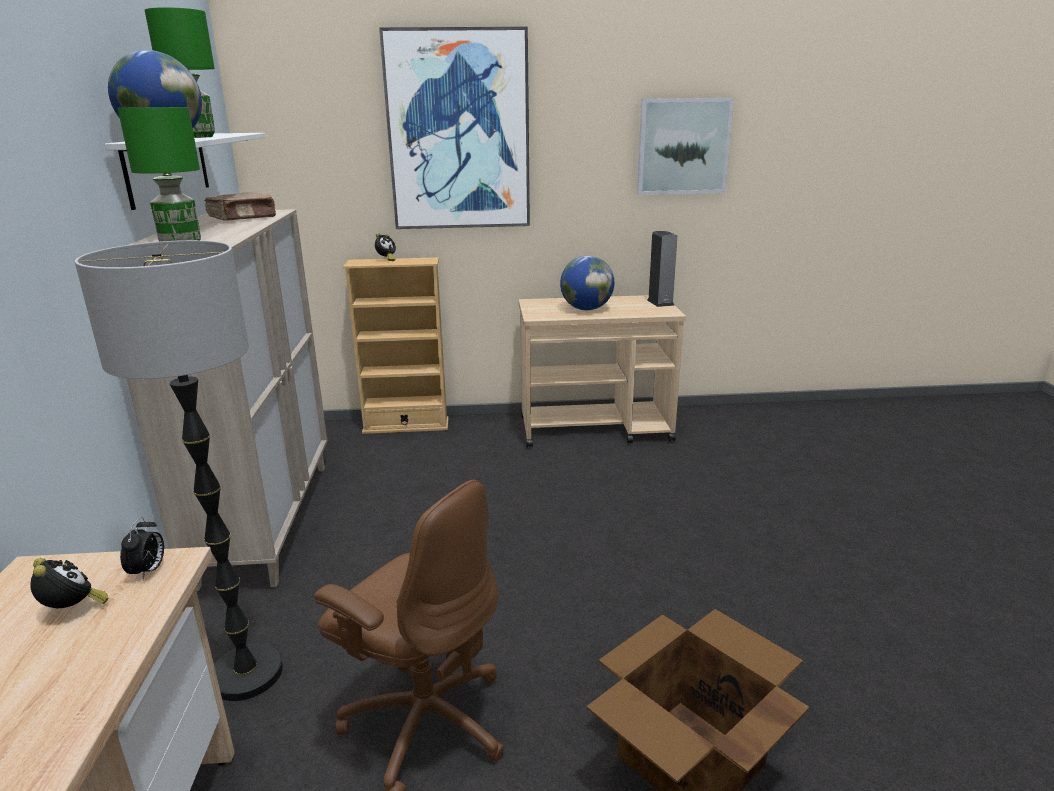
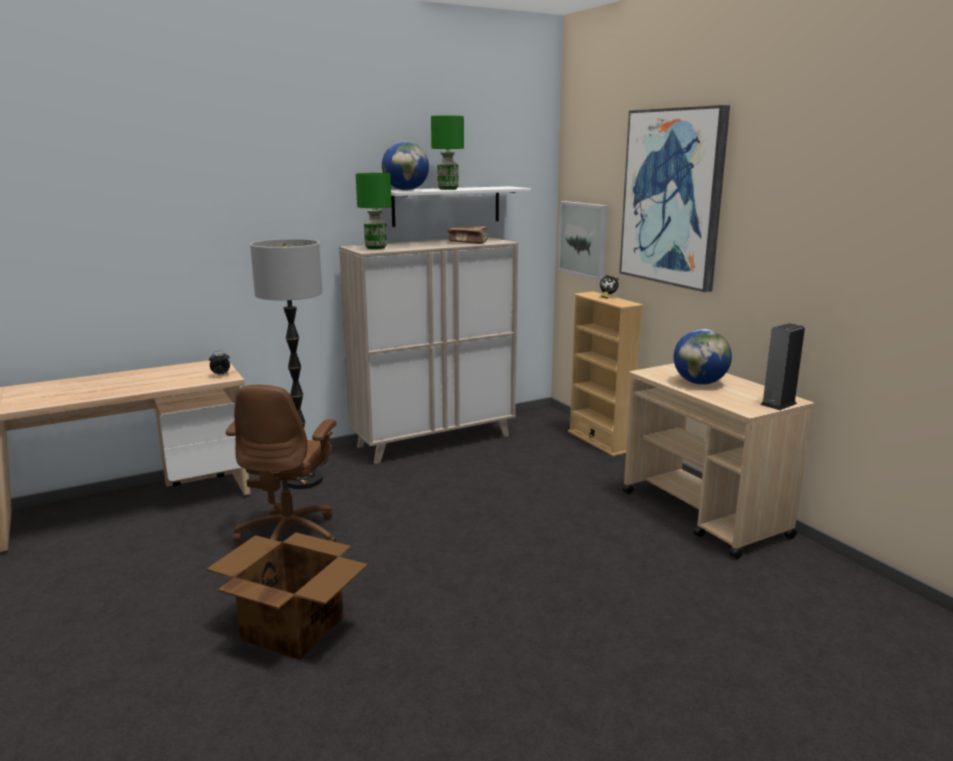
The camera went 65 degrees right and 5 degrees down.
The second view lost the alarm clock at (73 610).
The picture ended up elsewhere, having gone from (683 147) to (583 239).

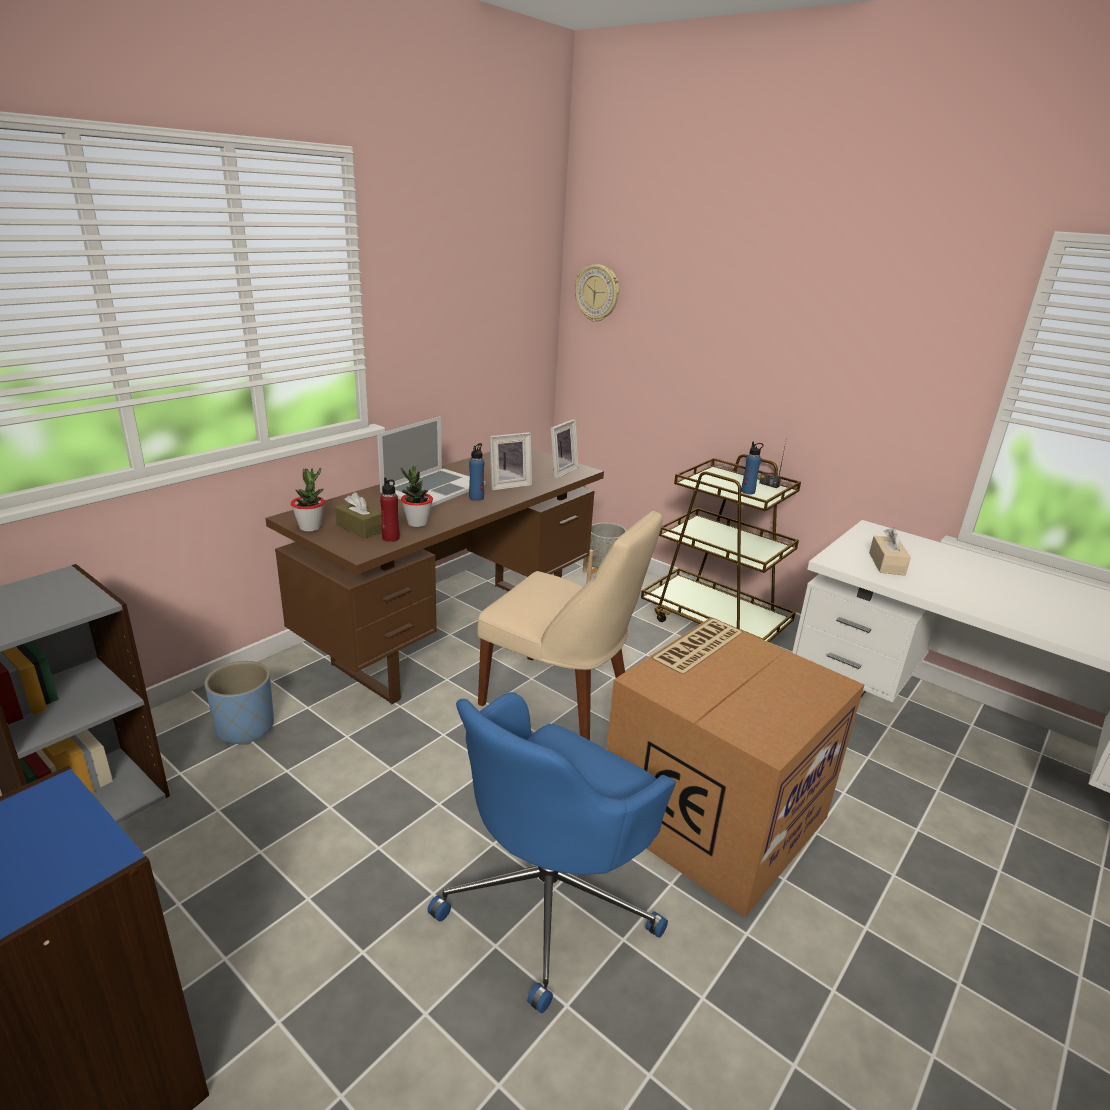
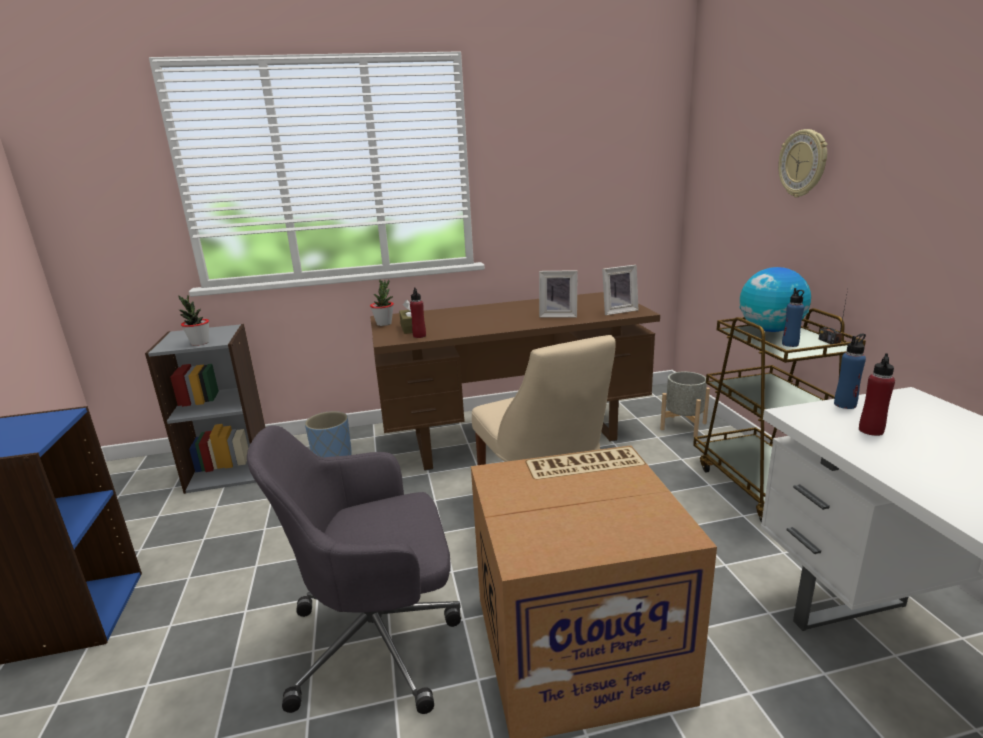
The camera went 40 degrees right and 5 degrees down.
The second view lost the laptop at (433 488).
The potted plant ended up elsewhere, having gone from (417 523) to (199 343).
What was the office chair (blue) at (550 899) turned into the office chair (grey) at (379 640).
The bottle (blue) ended up elsewhere, having gone from (476 498) to (845 404).
The wall clock ended up elsewhere, having gone from (597 293) to (803 163).
Where the tissue box (beige) stood at (886 564), the bottle (red) came to stand at (871 430).
The second view gained the globe at (770 330).

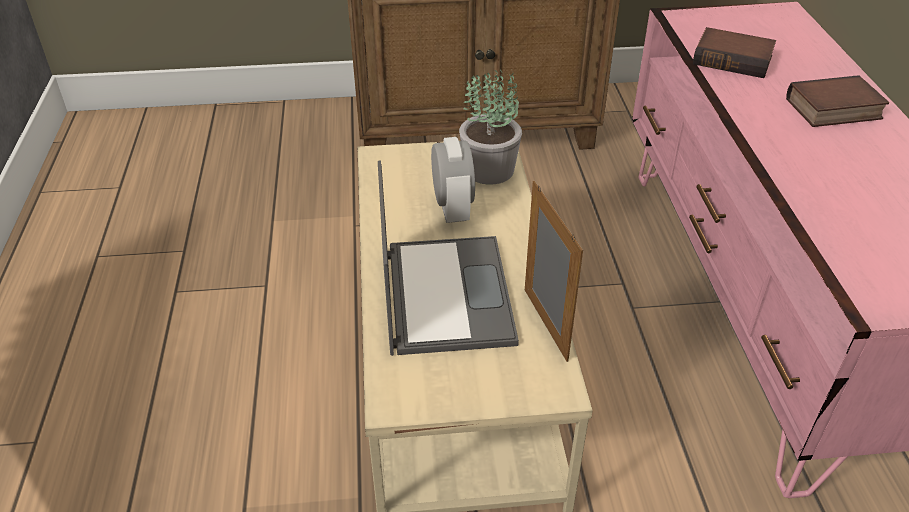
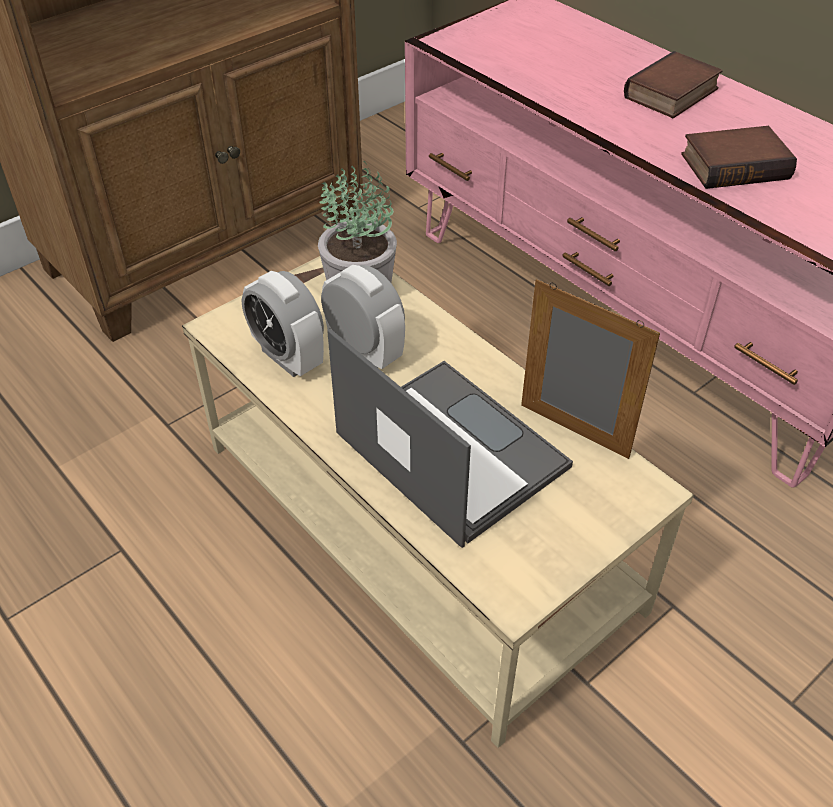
The camera went 35 degrees left and 5 degrees up.
The book ended up elsewhere, having gone from (734 59) to (735 165).
The second view gained the alarm clock at (288 357).

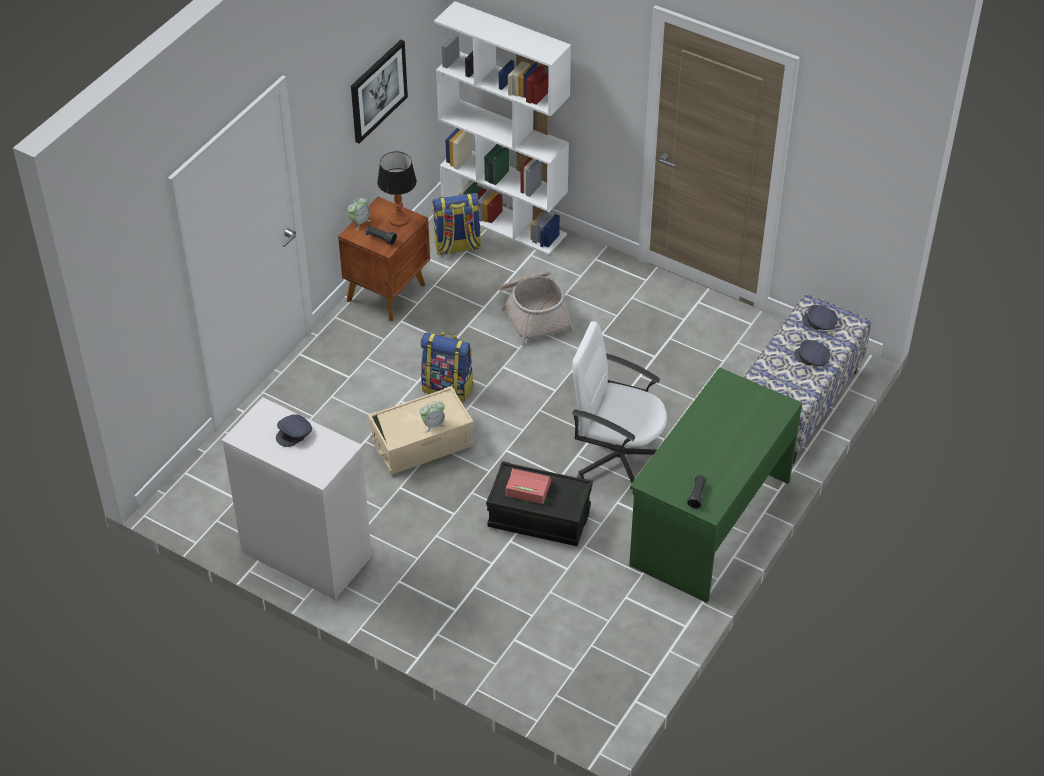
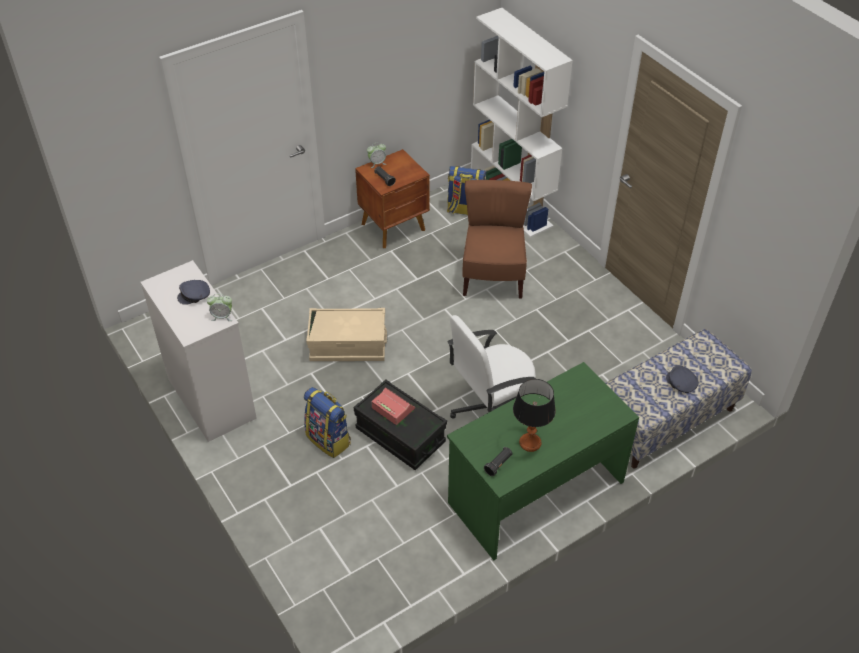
The camera went 25 degrees right and 0 degrees up.
The second view lost the picture at (378 90).
The table lamp ended up elsewhere, having gone from (399 219) to (529 443).
The alarm clock ended up elsewhere, having gone from (433 424) to (222 316).
The backpack ended up elsewhere, having gone from (448 387) to (329 439).
Where the basket stood at (534 313), the chair (brown) came to stand at (493 277).
The office chair (white) at (617 457) ended up facing another way, 75 degrees counterclockwise from before.
The second view lost the cap (grey) at (819 322).

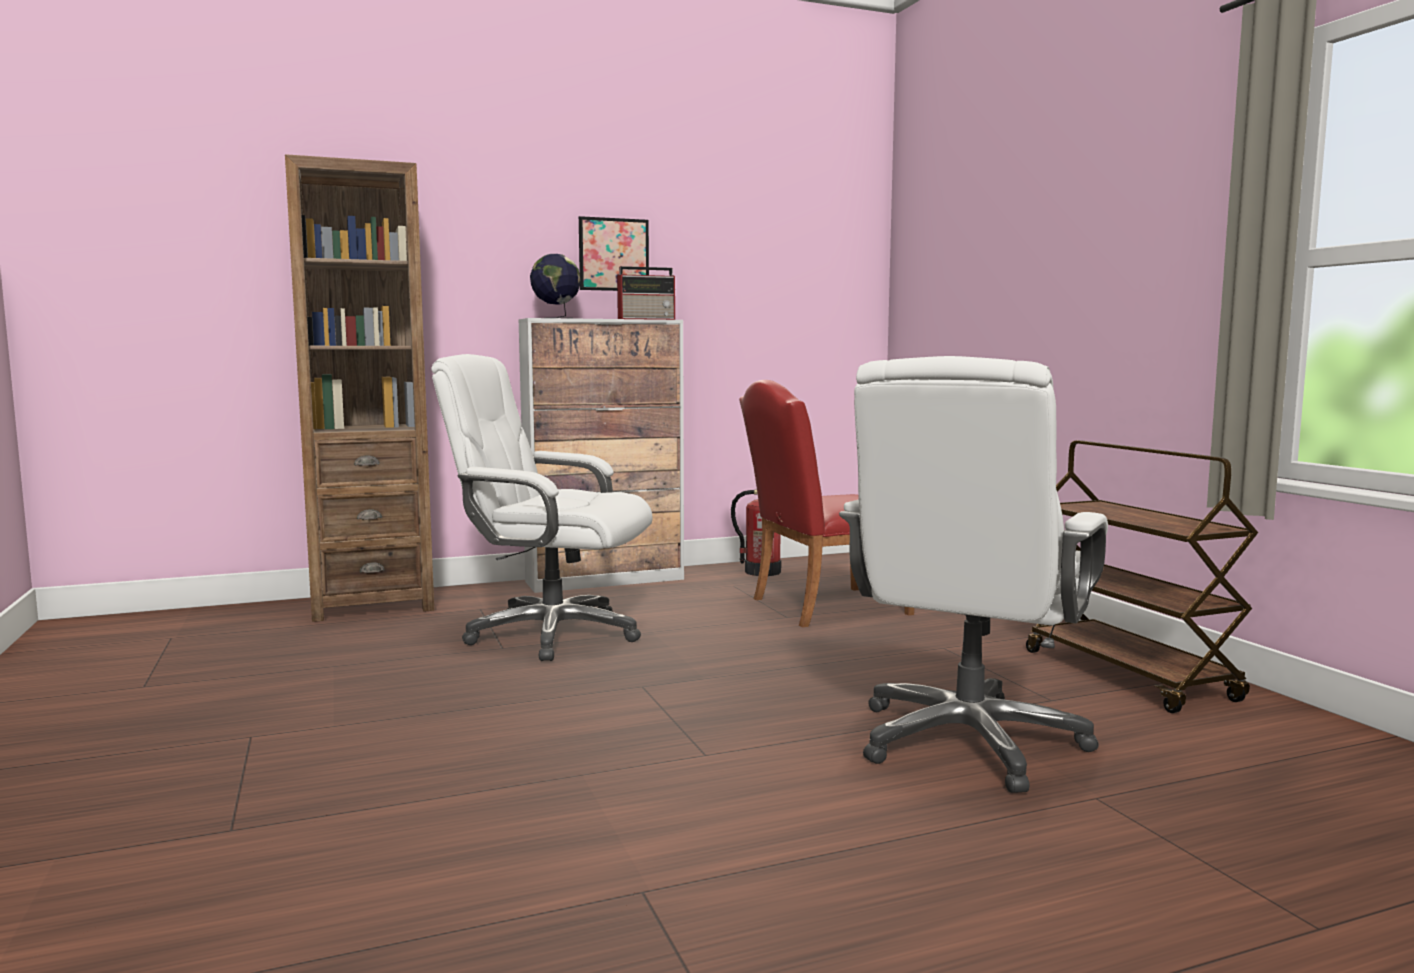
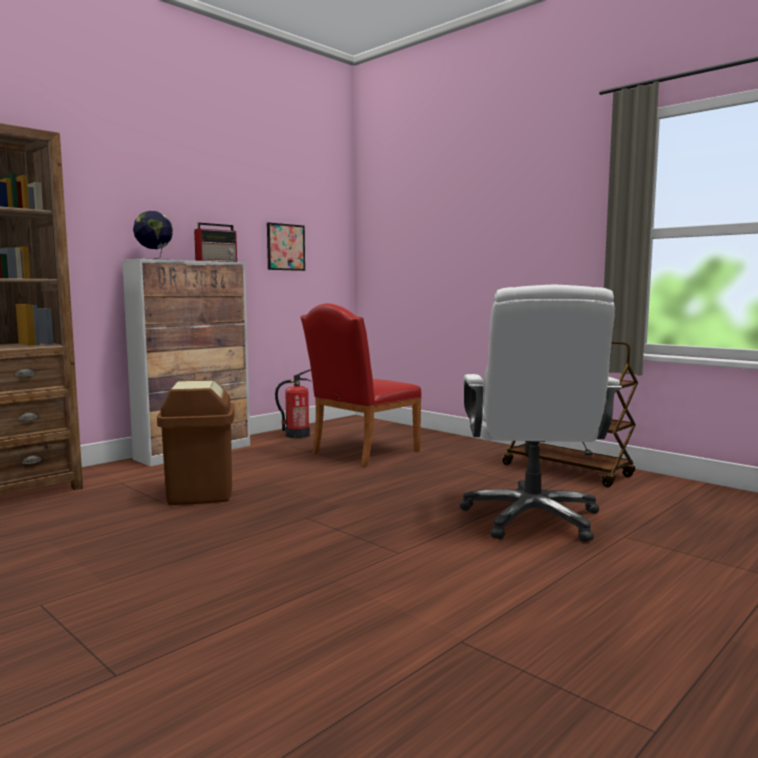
The camera went 25 degrees left and 0 degrees up.
Where the office chair (white) stood at (551 634), the trash can (brown) came to stand at (199 493).
The picture ended up elsewhere, having gone from (613 254) to (285 247).

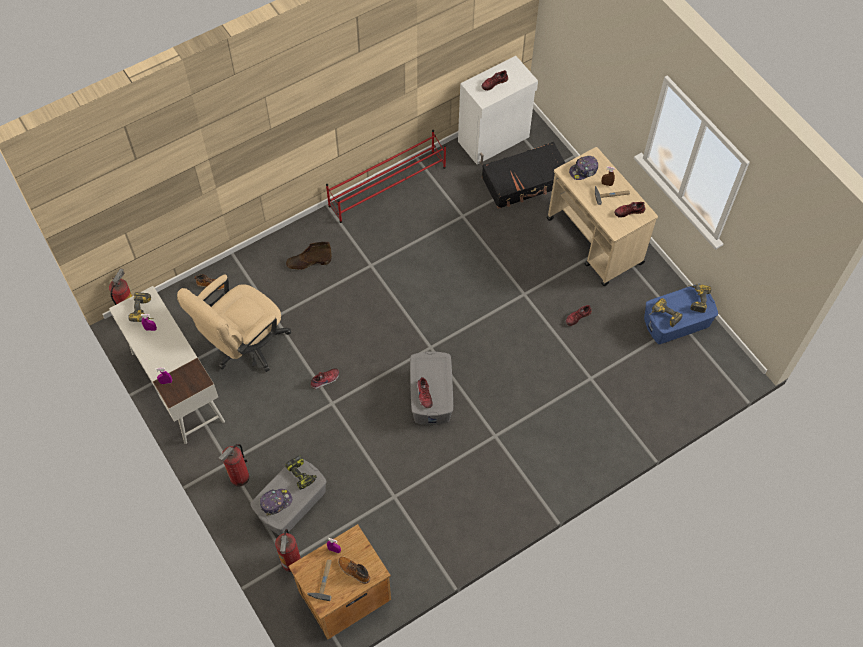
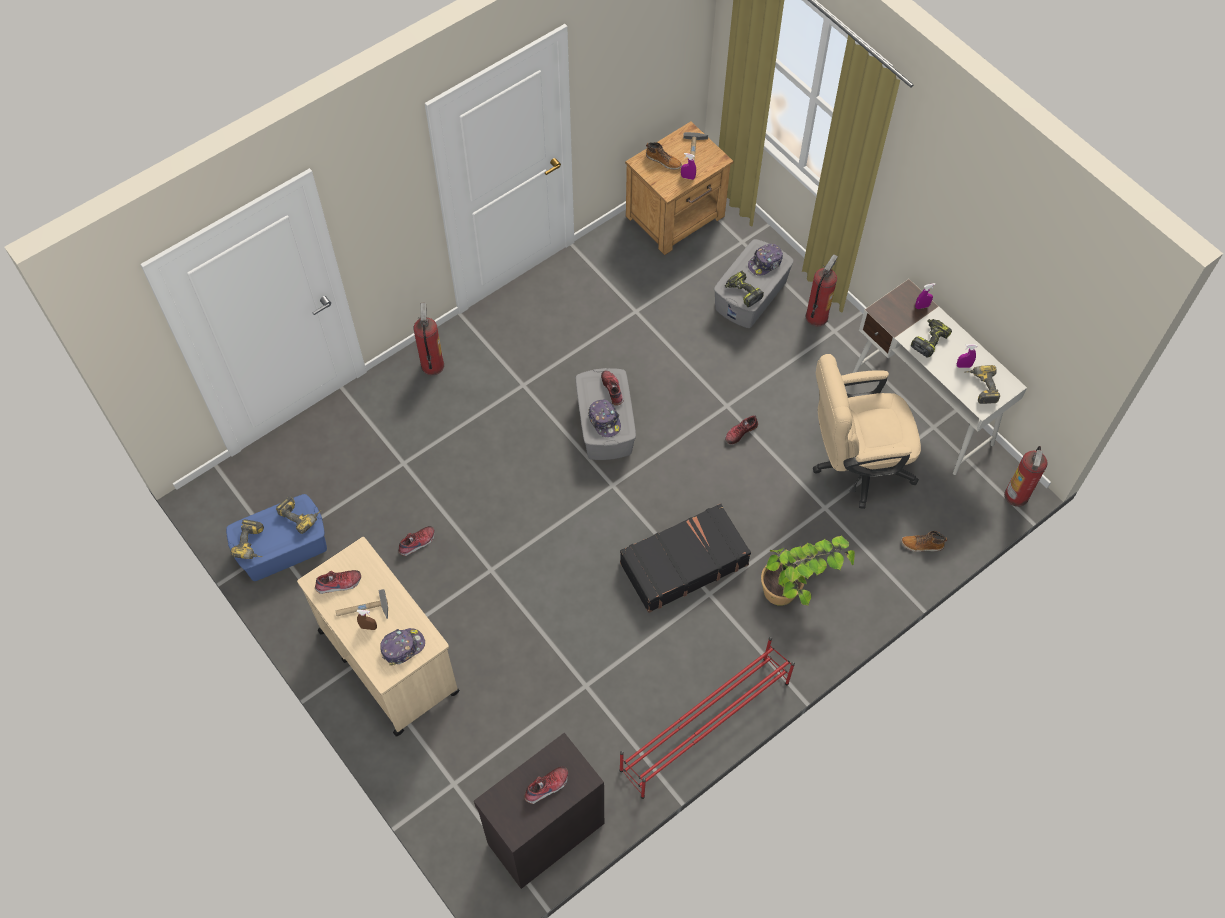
The camera went 175 degrees right and 0 degrees up.
The office chair (beige) at (243 347) ended up facing another way, 135 degrees counterclockwise from before.
The fire extinguisher ended up elsewhere, having gone from (291 562) to (432 365).
Where the boot (brown) stood at (308 262), the potted plant came to stand at (797 590).
What was the cabinet (white) at (494 140) turned into the cabinet (black) at (544 832).
The suitcase (black) ended up elsewhere, having gone from (525 181) to (683 563).
The second view gained the cap at (604 420).
The second view gained the power drill at (929 340).

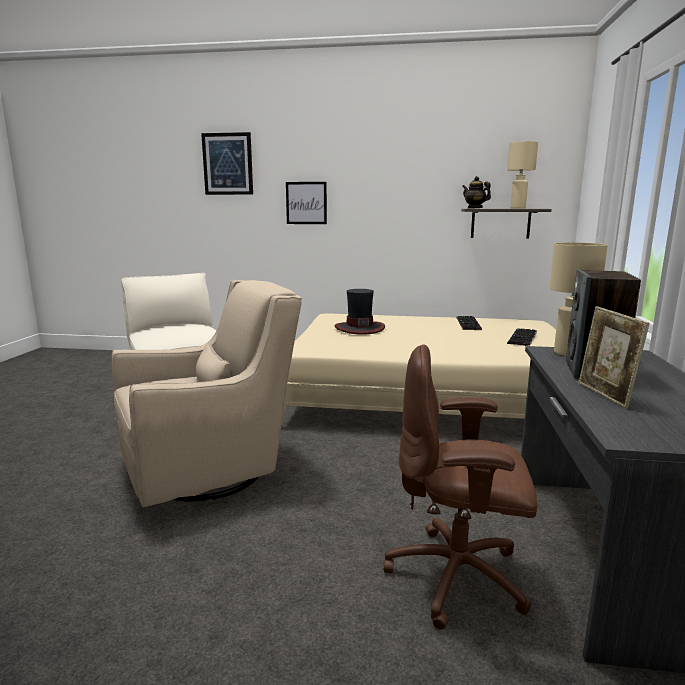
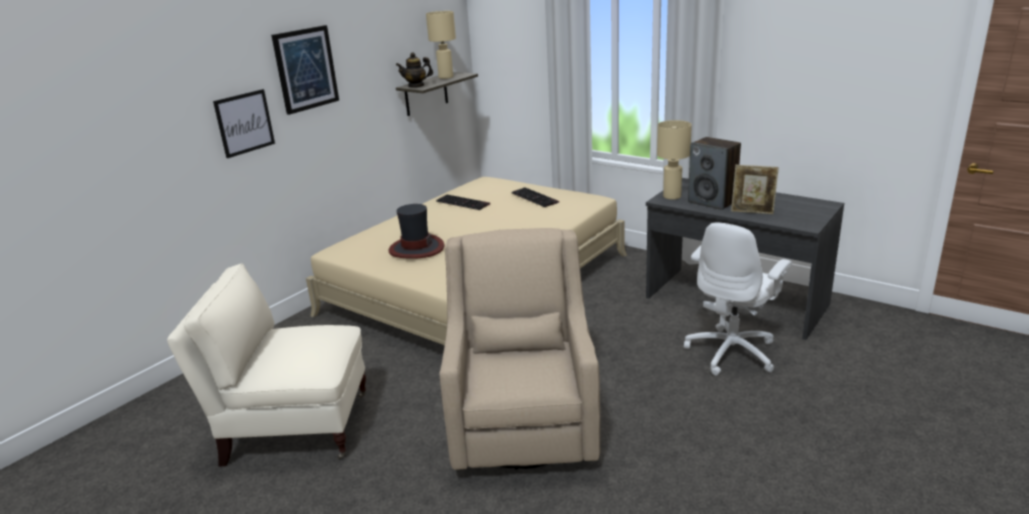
The camera went 60 degrees left and 10 degrees up.
The picture ended up elsewhere, having gone from (228 164) to (305 69).
What was the office chair (brown) at (458 577) turned into the office chair (white) at (732 352).

